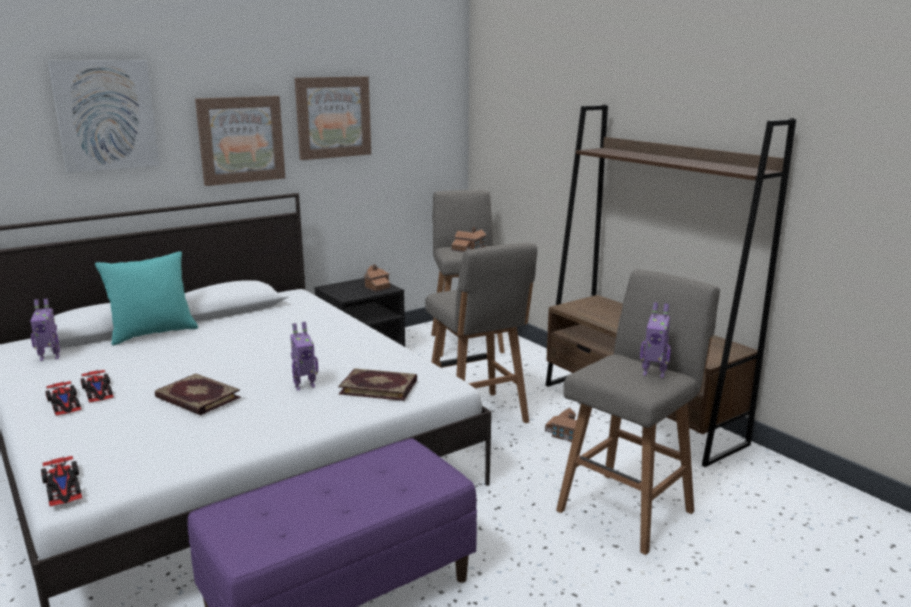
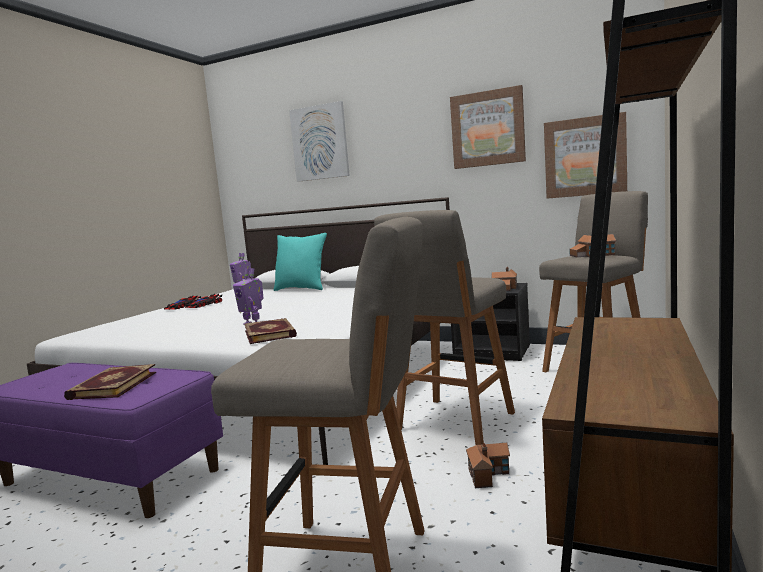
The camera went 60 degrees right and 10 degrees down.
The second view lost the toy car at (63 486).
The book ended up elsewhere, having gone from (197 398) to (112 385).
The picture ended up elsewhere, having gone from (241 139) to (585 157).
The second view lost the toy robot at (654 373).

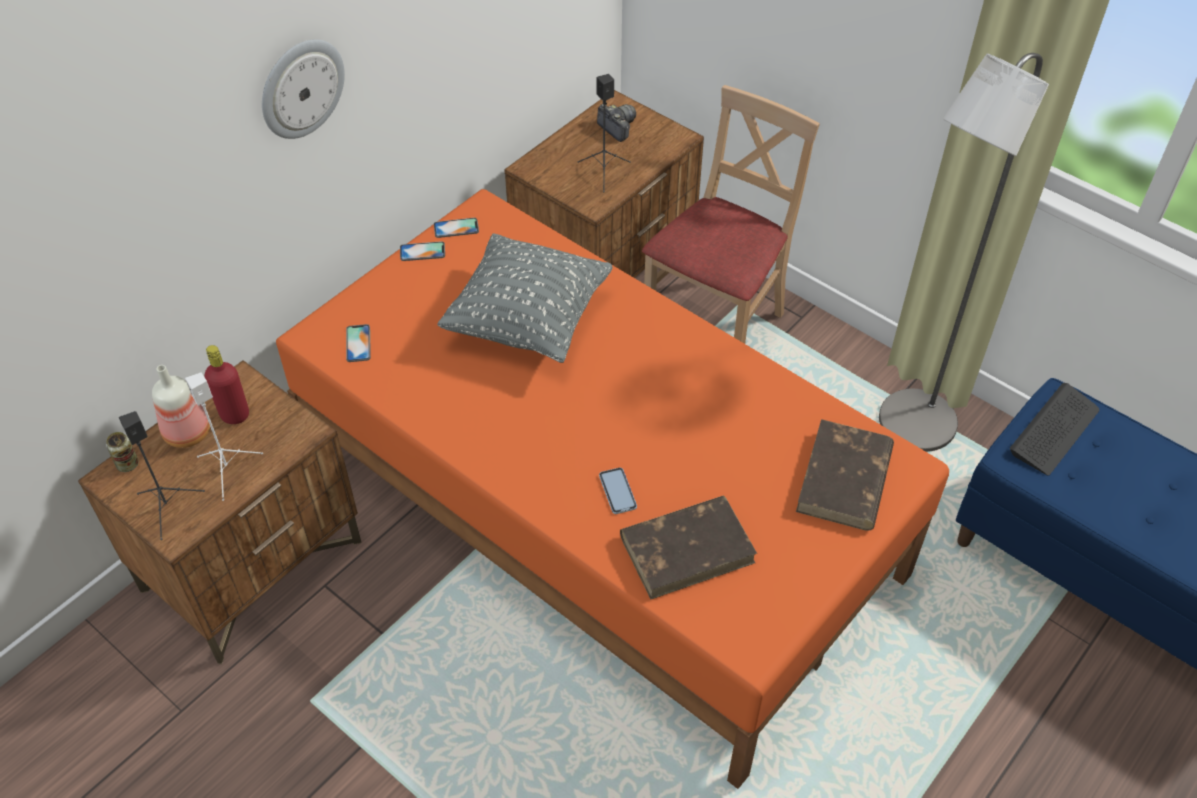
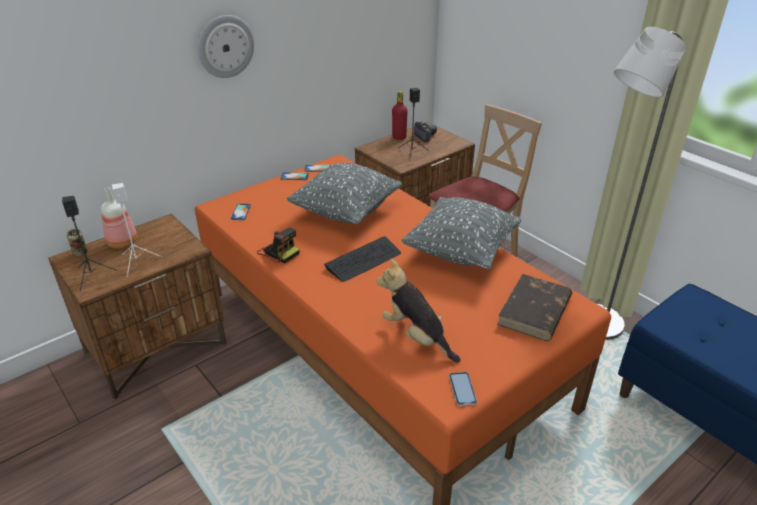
The camera went 10 degrees right and 15 degrees down.
The bottle (red) ended up elsewhere, having gone from (235 415) to (399 137).
The phone ended up elsewhere, having gone from (617 491) to (462 389).
Where the book (brown) stood at (688 549), the plush toy came to stand at (416 336).
The keyboard ended up elsewhere, having gone from (1054 430) to (363 260).
The second view gained the photo camera at (278 252).
The second view gained the pillow (grey) at (460 252).

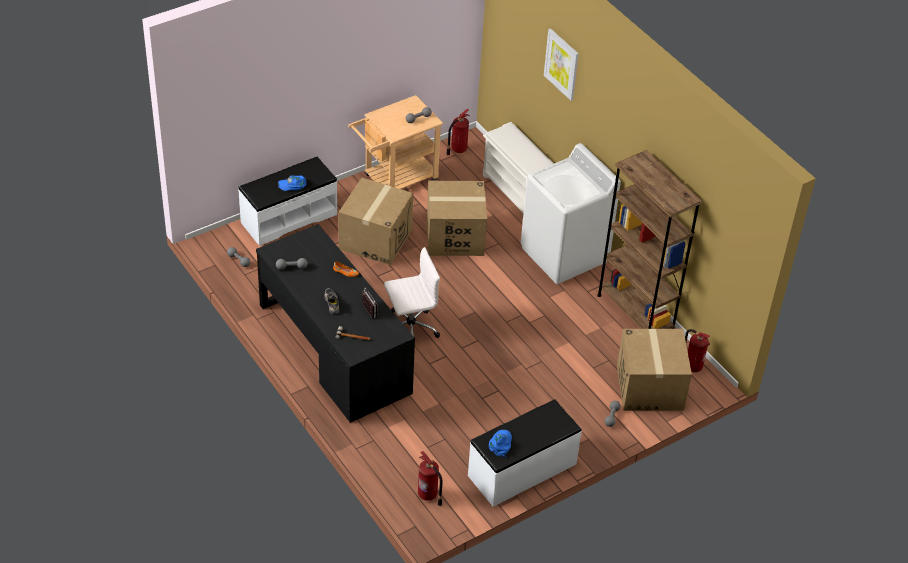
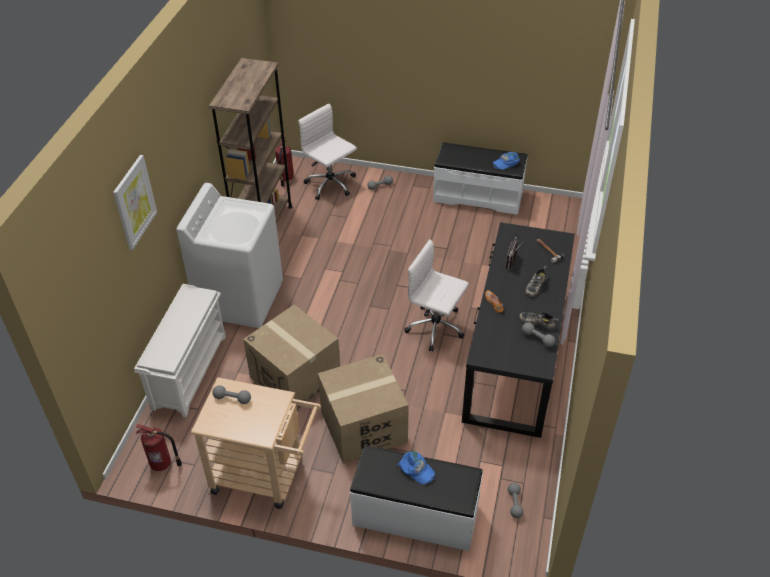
The camera went 130 degrees left and 0 degrees up.
The second view lost the fire extinguisher at (428 495).
Where the cardboard box stood at (650 387), the office chair (white) came to stand at (331 185).
The second view gained the shoe at (538 322).

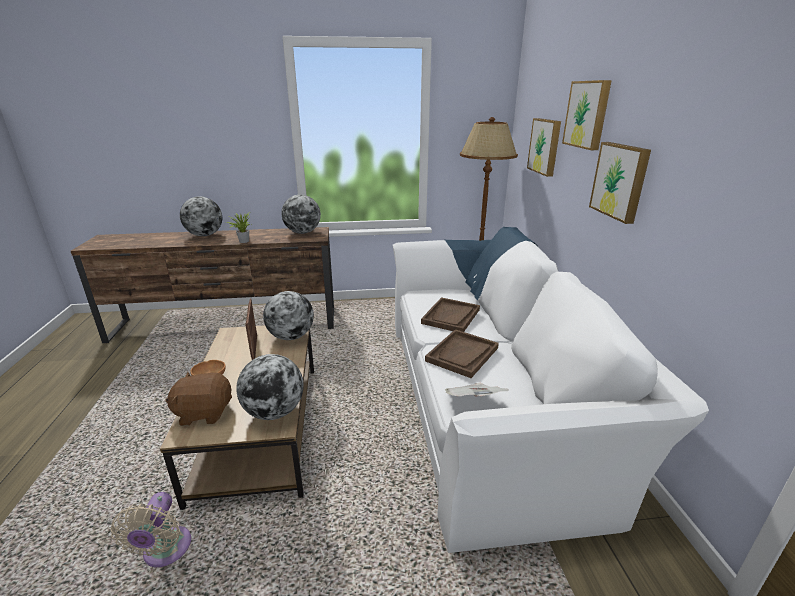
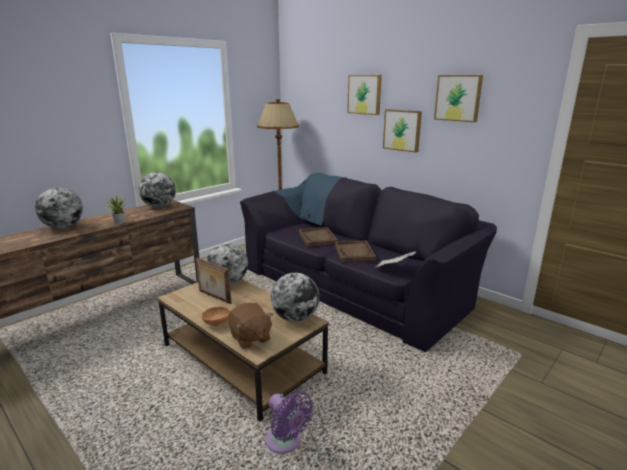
The camera went 40 degrees left and 5 degrees down.
What was the fan (beige) at (165 552) turned into the fan (purple) at (285 443).
The plush toy (brown) at (204 412) ended up facing another way, 75 degrees counterclockwise from before.
What was the sofa (white) at (488 396) turned into the sofa (black) at (355 284).
The picture ended up elsewhere, having gone from (545 146) to (458 98).

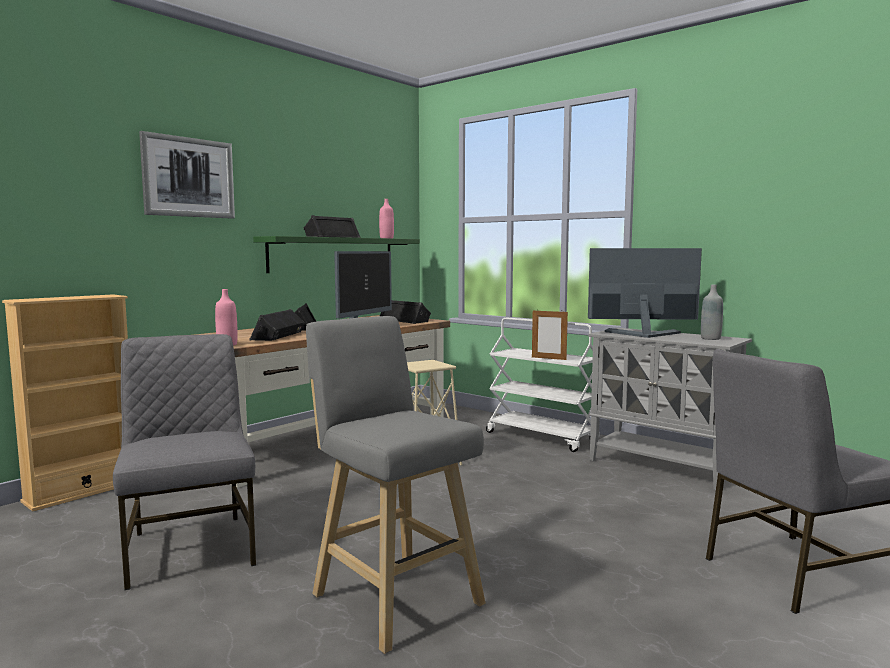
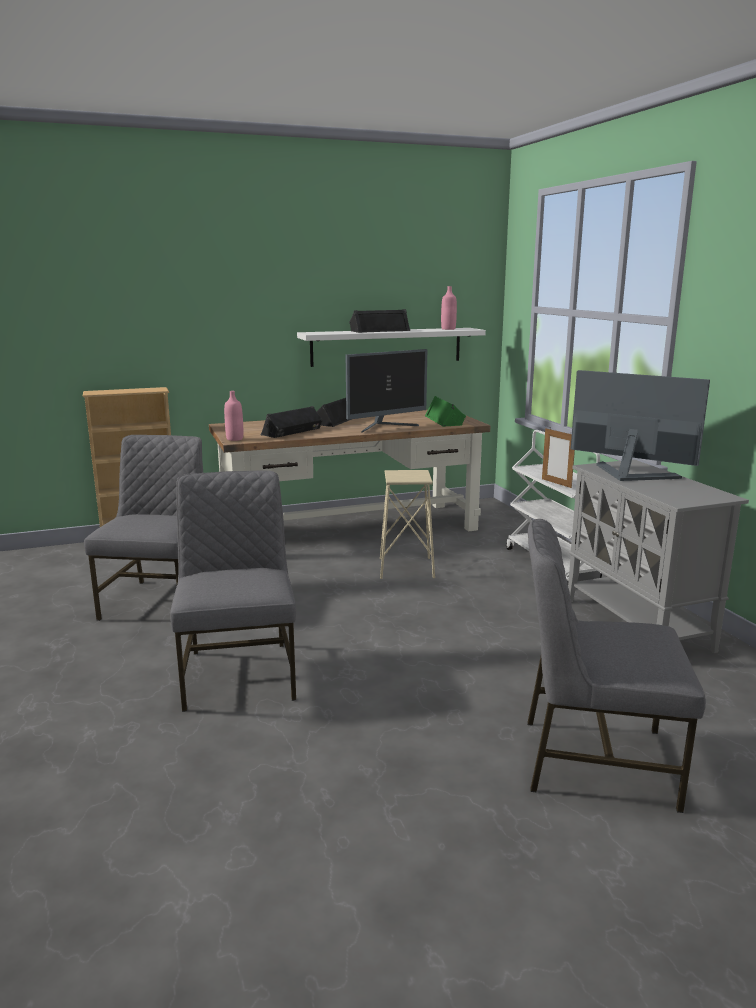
The camera went 30 degrees right and 10 degrees up.
The second view lost the picture at (188 177).
What was the shelf (green) at (333 254) turned into the shelf (white) at (387 346).
Where the stool (grey) stood at (393 596), the chair (grey) came to stand at (240 673).
What was the speaker (black) at (404 320) turned into the speaker (green) at (445 420).
The second view lost the bottle (grey) at (710 338).

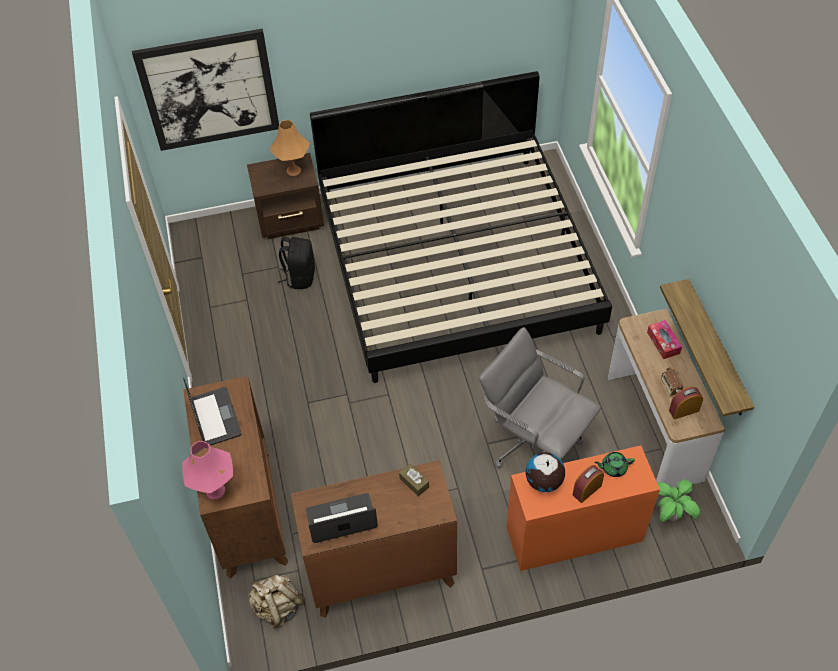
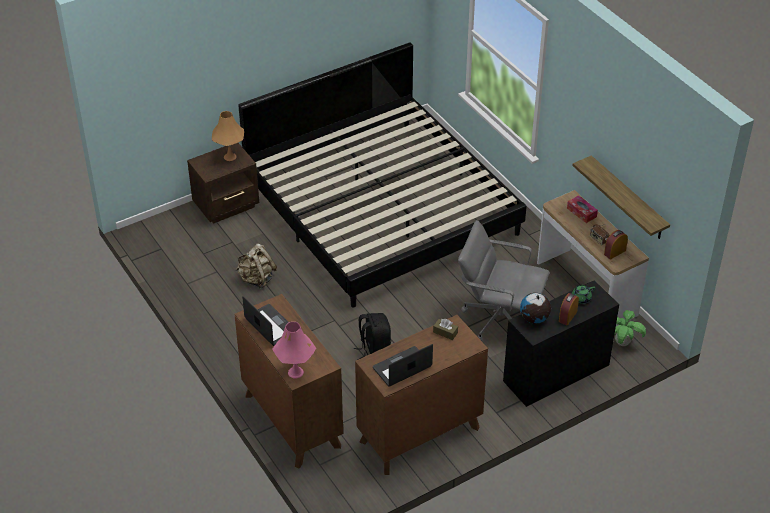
The camera went 20 degrees left and 10 degrees down.
The second view lost the picture at (209 90).
The backpack (beige) ended up elsewhere, having gone from (278 607) to (256 279).
The backpack (black) ended up elsewhere, having gone from (300 276) to (374 351).
What was the desk (orange) at (574 535) turned into the desk (black) at (556 373).

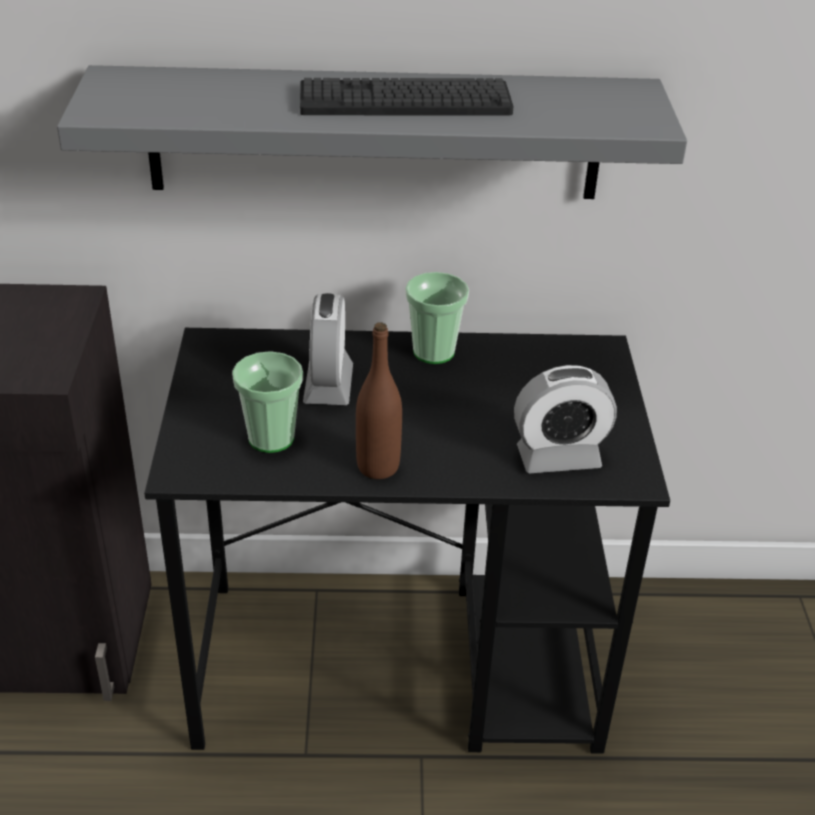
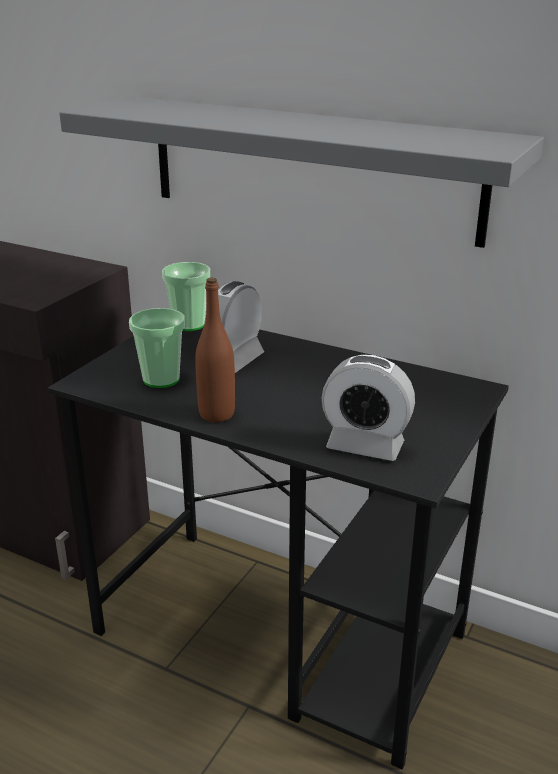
The camera went 30 degrees right and 10 degrees down.
The second view lost the keyboard at (405 101).
The cup ended up elsewhere, having gone from (433 352) to (189 324).

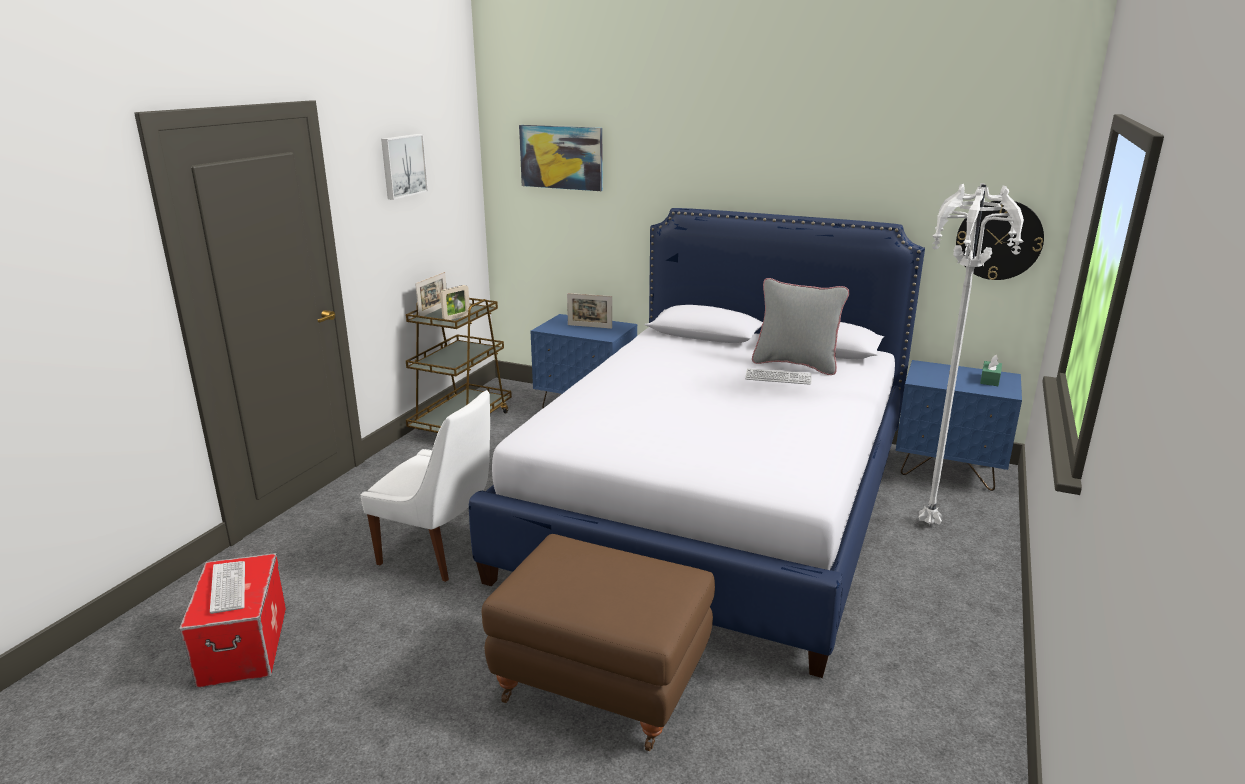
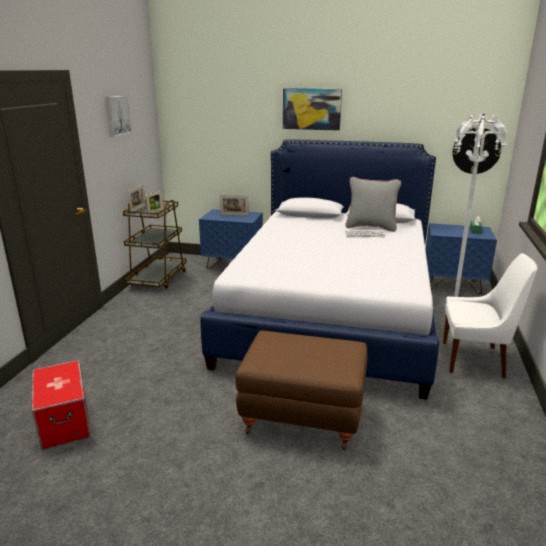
The camera went 10 degrees left and 0 degrees up.
The second view lost the keyboard at (228 587).
The chair (white) ended up elsewhere, having gone from (440 550) to (475 360).
The picture ended up elsewhere, having gone from (561 157) to (311 109).

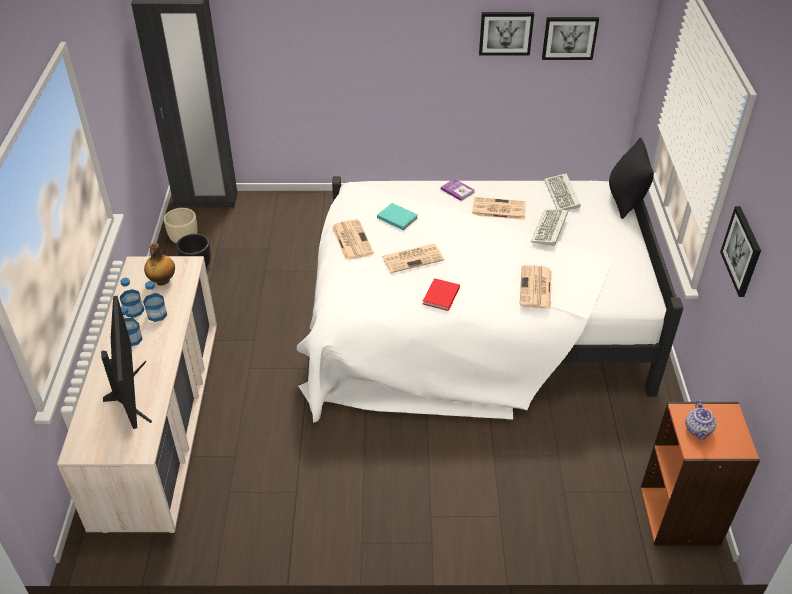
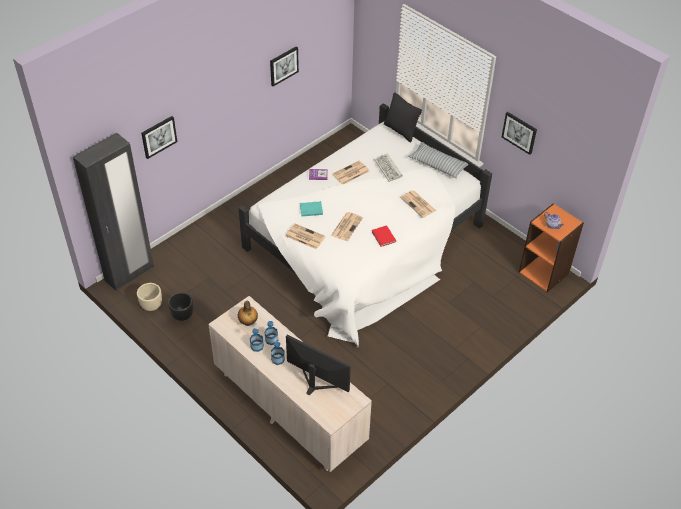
The camera went 45 degrees left and 5 degrees up.
The picture ended up elsewhere, having gone from (569 37) to (158 136).
The second view lost the keyboard at (562 195).
The second view gained the pillow at (438 165).

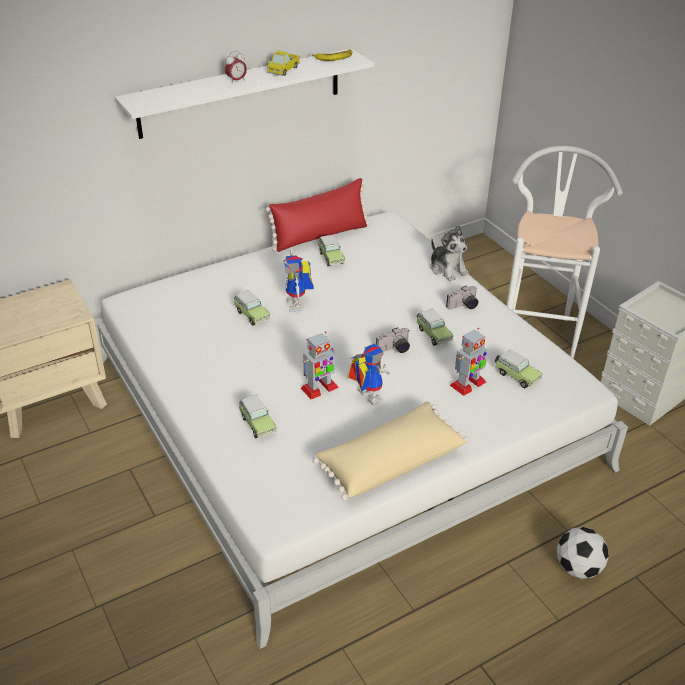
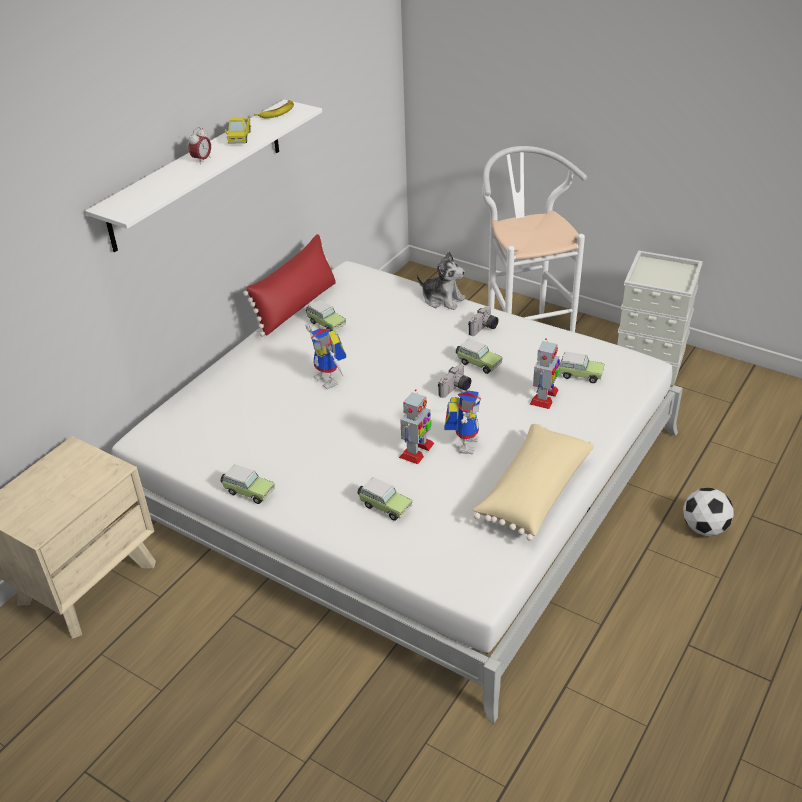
The camera went 25 degrees left and 0 degrees up.
The toy car ended up elsewhere, having gone from (251 315) to (248 491).
The toy robot at (365 396) ended up facing another way, 75 degrees clockwise from before.

